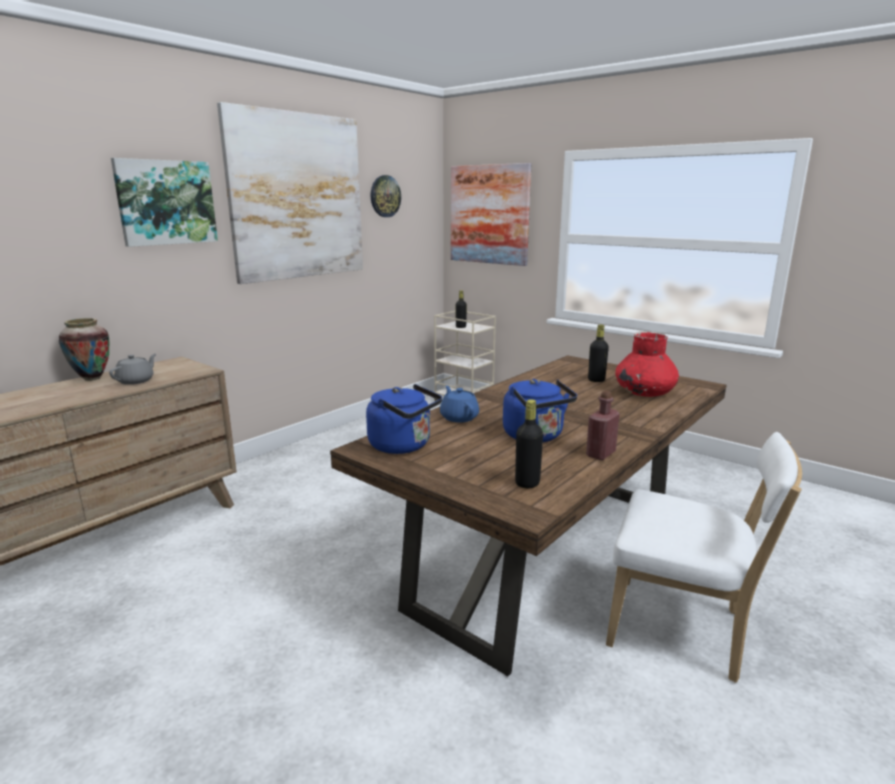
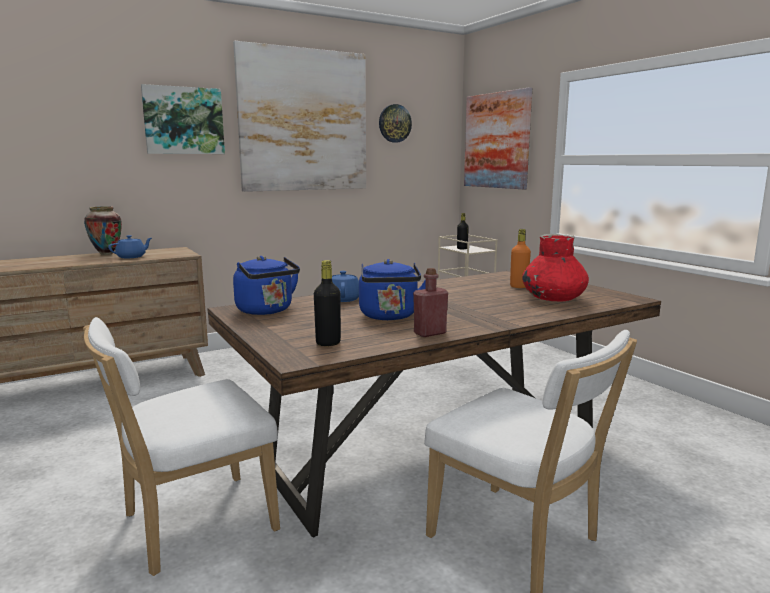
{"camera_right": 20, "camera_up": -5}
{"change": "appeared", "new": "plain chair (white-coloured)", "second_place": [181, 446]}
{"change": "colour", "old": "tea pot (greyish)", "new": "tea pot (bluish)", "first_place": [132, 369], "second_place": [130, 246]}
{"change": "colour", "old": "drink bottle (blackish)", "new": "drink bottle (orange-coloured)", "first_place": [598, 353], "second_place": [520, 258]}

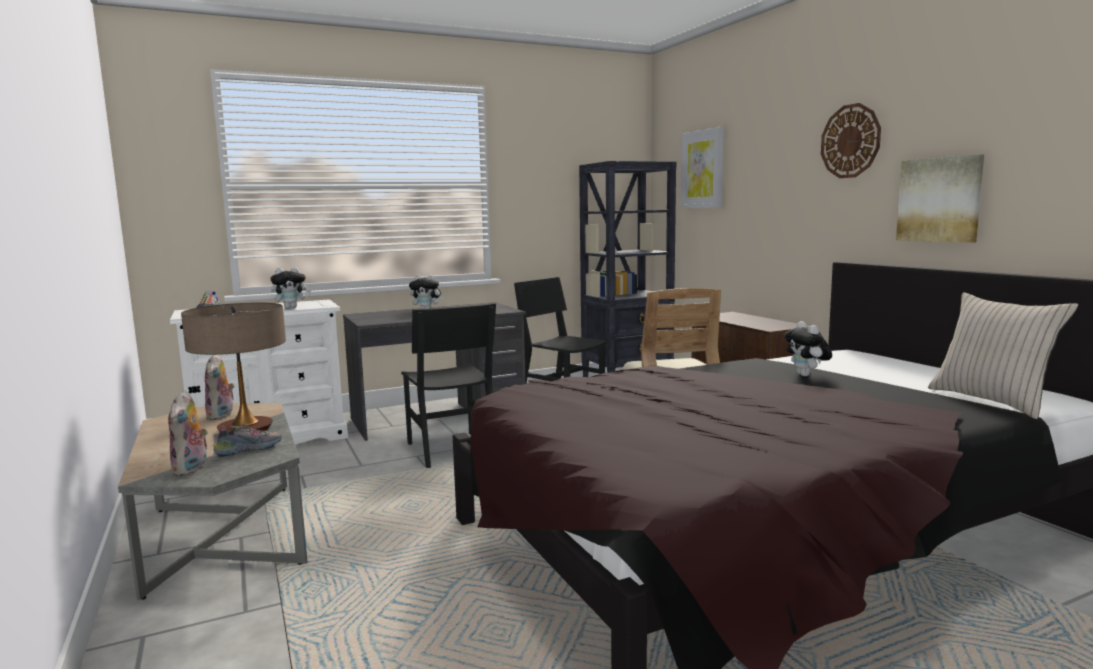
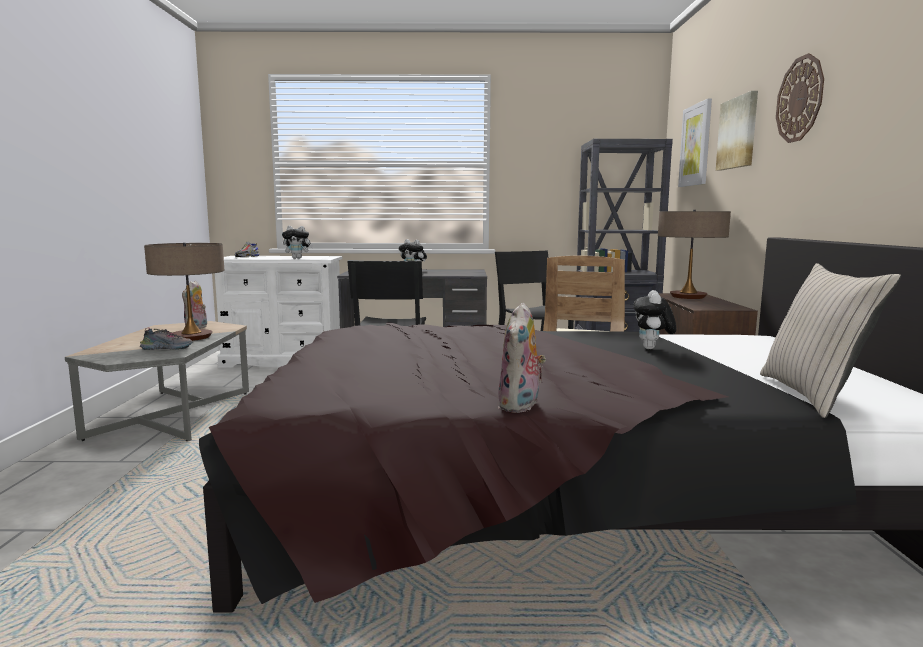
{"camera_right": 25, "camera_up": 0}
{"change": "relocated", "old": "plush toy", "first_place": [188, 433], "second_place": [522, 358]}
{"change": "appeared", "new": "tabletop lamp", "second_place": [694, 254]}
{"change": "relocated", "old": "wall art", "first_place": [940, 198], "second_place": [737, 130]}

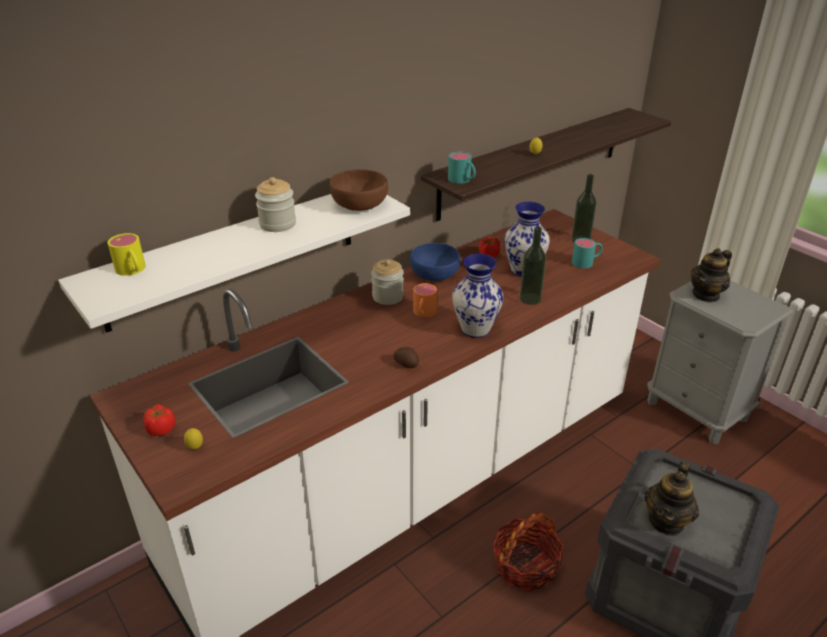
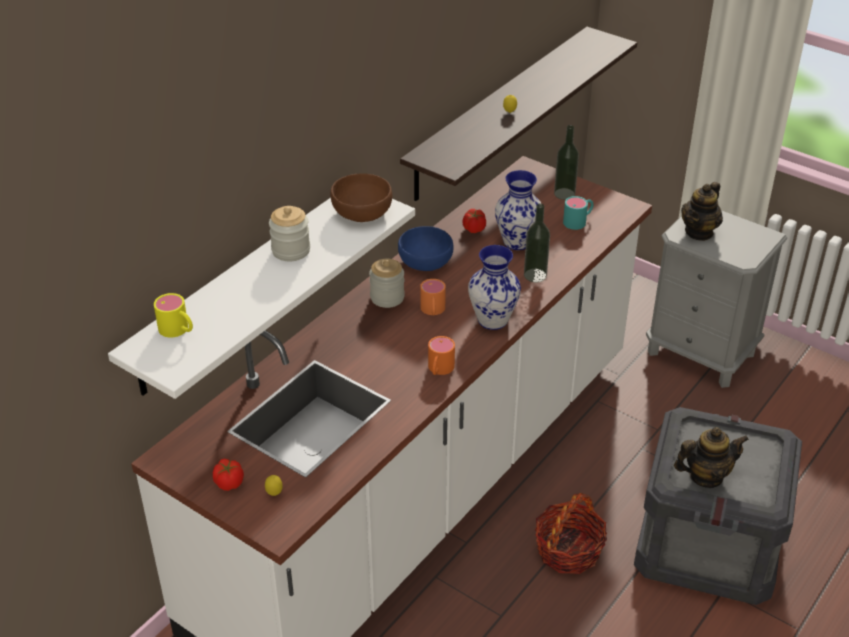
{"camera_right": -15, "camera_up": 5}
{"change": "exchanged", "old": "potato", "new": "mug (orange-coloured)", "first_place": [406, 357], "second_place": [441, 355]}
{"change": "spun", "old": "tea pot", "first_place": [672, 498], "second_place": [711, 457], "degrees": -120}
{"change": "missing", "old": "mug (blue-green)", "first_place": [462, 167]}

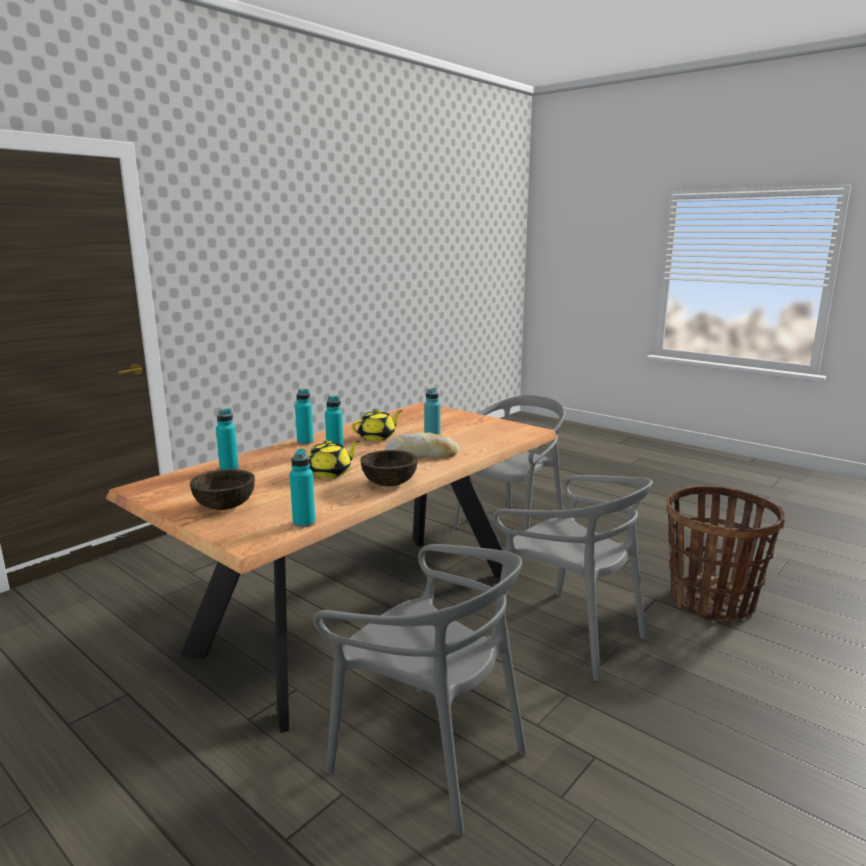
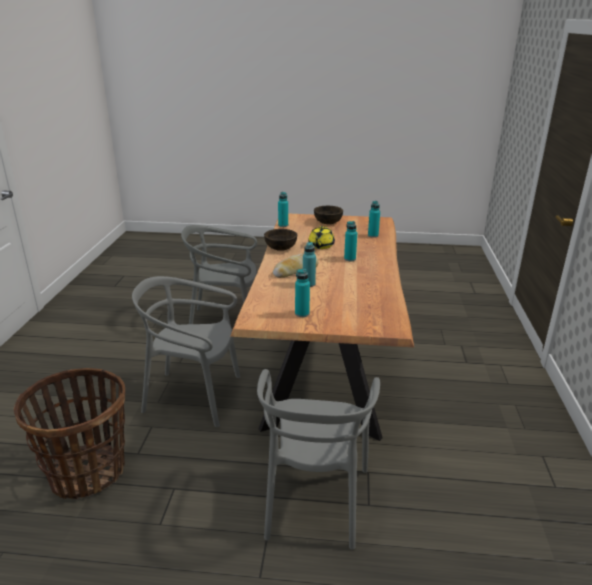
{"camera_right": 145, "camera_up": 10}
{"change": "relocated", "old": "drink bottle (blue-green)", "first_place": [304, 417], "second_place": [302, 293]}
{"change": "missing", "old": "tea pot (yellow)", "first_place": [377, 425]}

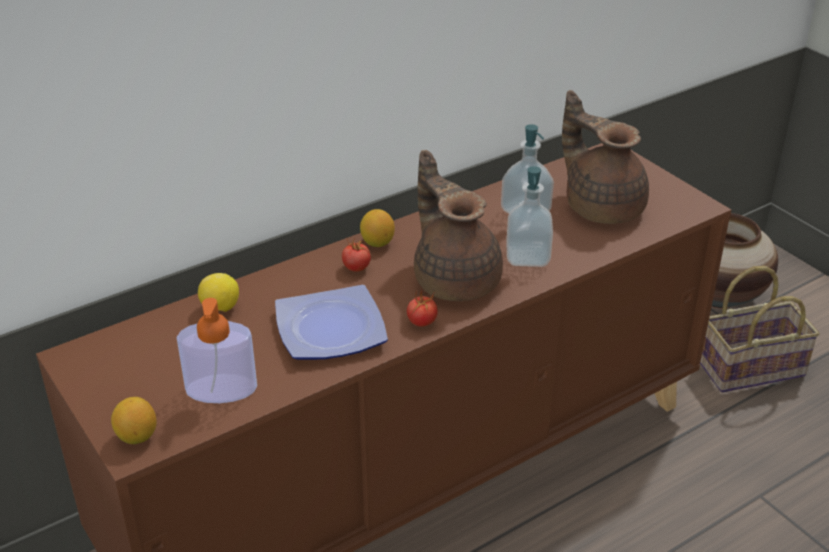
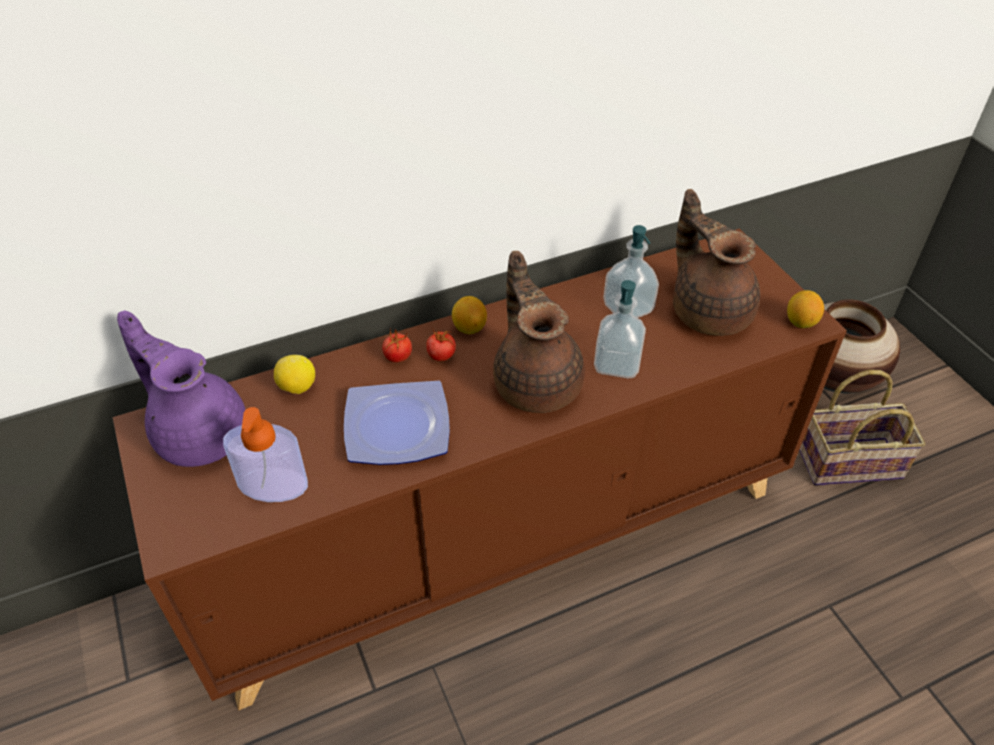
{"camera_right": 10, "camera_up": 10}
{"change": "appeared", "new": "tea pot (purple)", "second_place": [181, 389]}
{"change": "relocated", "old": "fresh tomato", "first_place": [422, 308], "second_place": [397, 345]}
{"change": "relocated", "old": "whole lemon", "first_place": [134, 420], "second_place": [805, 309]}

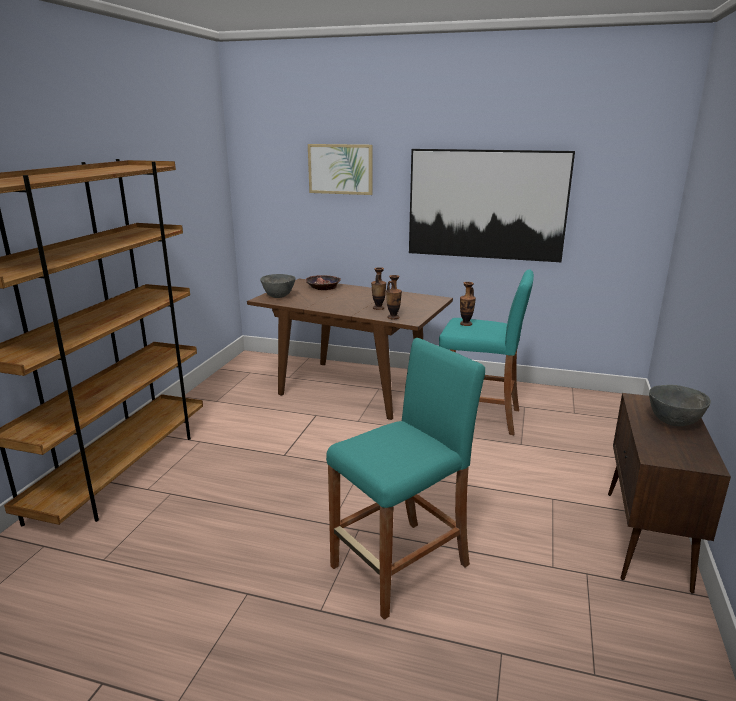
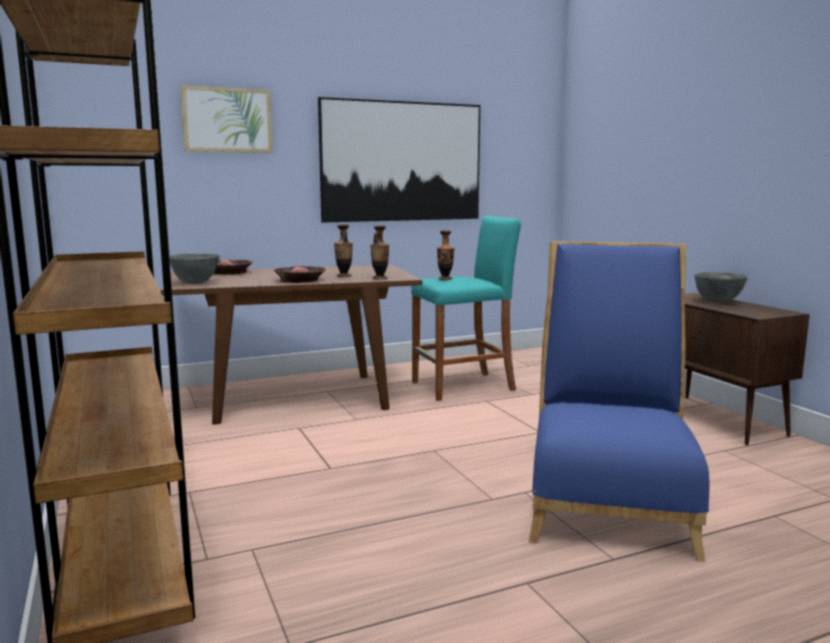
{"camera_right": -40, "camera_up": -10}
{"change": "appeared", "new": "deep dish", "second_place": [300, 274]}
{"change": "exchanged", "old": "stool (blue-green)", "new": "plain chair (bluish)", "first_place": [405, 479], "second_place": [619, 401]}

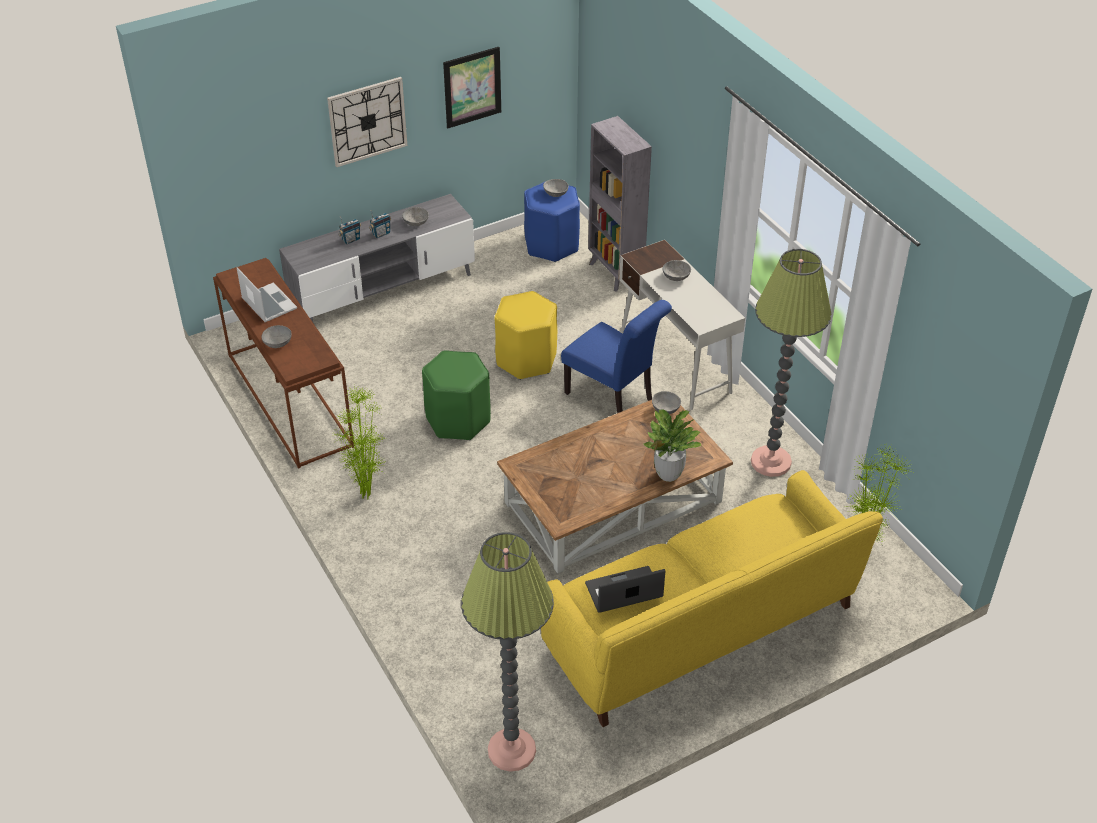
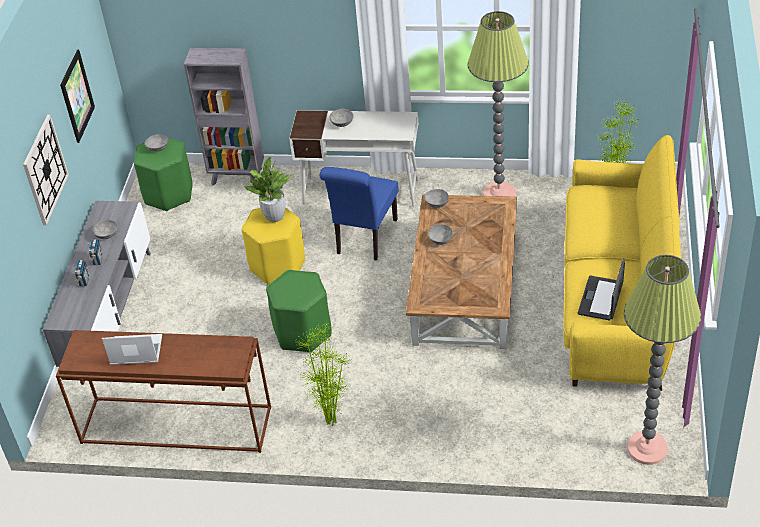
{"camera_right": -50, "camera_up": 0}
{"change": "colour", "old": "stool (bluish)", "new": "stool (green-coloured)", "first_place": [552, 221], "second_place": [163, 174]}
{"change": "relocated", "old": "potted plant", "first_place": [671, 445], "second_place": [267, 189]}
{"change": "spun", "old": "plain chair (bluish)", "first_place": [616, 356], "second_place": [359, 214], "degrees": 120}
{"change": "relocated", "old": "deep dish (greyish)", "first_place": [276, 336], "second_place": [440, 234]}

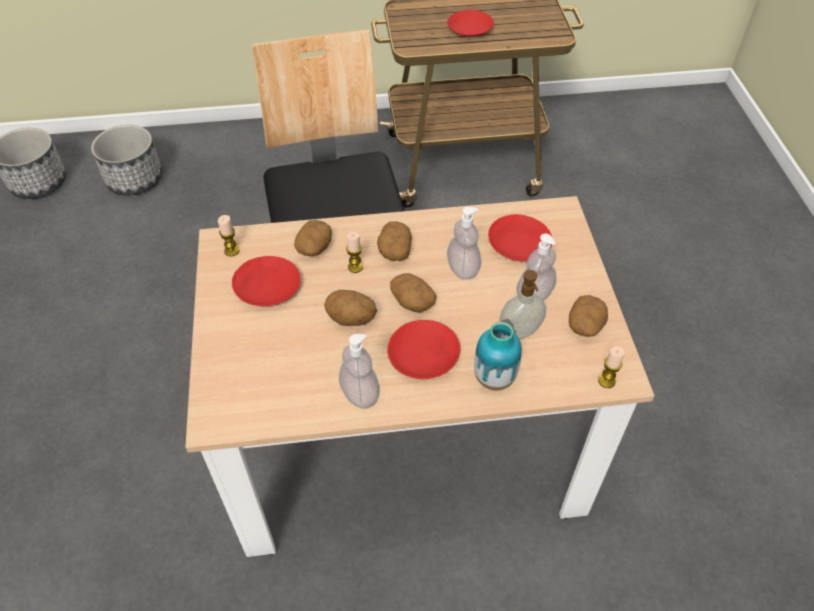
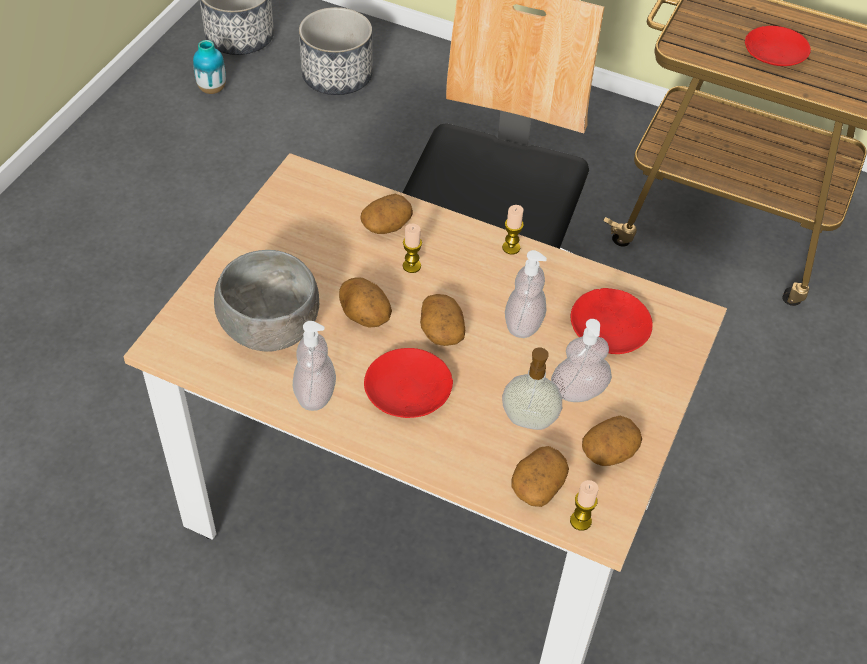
{"camera_right": 30, "camera_up": 0}
{"change": "relocated", "old": "vase", "first_place": [498, 356], "second_place": [209, 67]}
{"change": "appeared", "new": "deep dish (greyish)", "second_place": [266, 301]}
{"change": "relocated", "old": "wax candle", "first_place": [229, 235], "second_place": [513, 229]}
{"change": "relocated", "old": "potato", "first_place": [394, 241], "second_place": [540, 476]}
{"change": "missing", "old": "plate (red-coloured)", "first_place": [266, 281]}

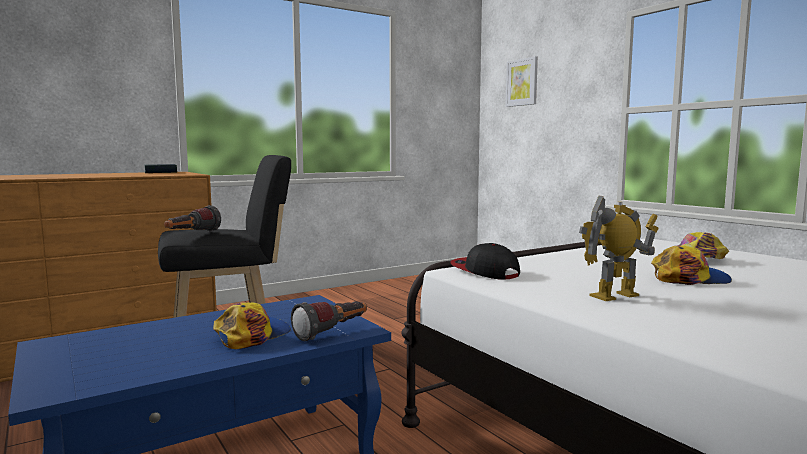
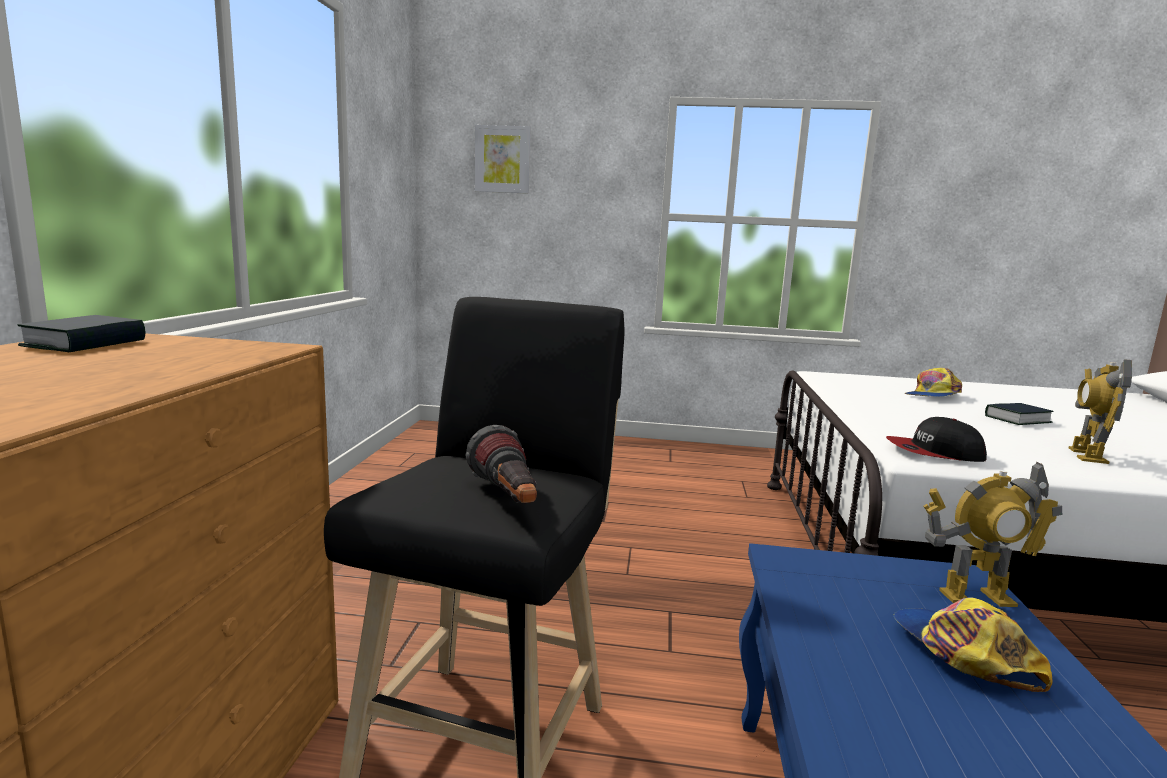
{"camera_right": -50, "camera_up": 5}
{"change": "exchanged", "old": "flashlight", "new": "model robot", "first_place": [329, 321], "second_place": [993, 534]}
{"change": "exchanged", "old": "baseball cap", "new": "book", "first_place": [691, 265], "second_place": [1019, 414]}

